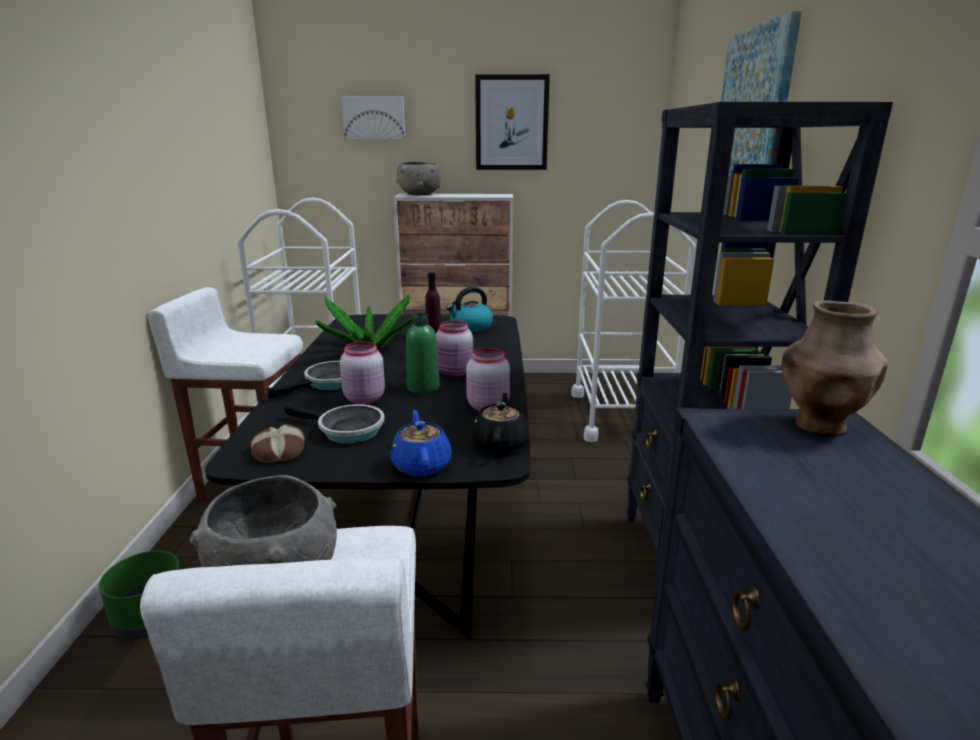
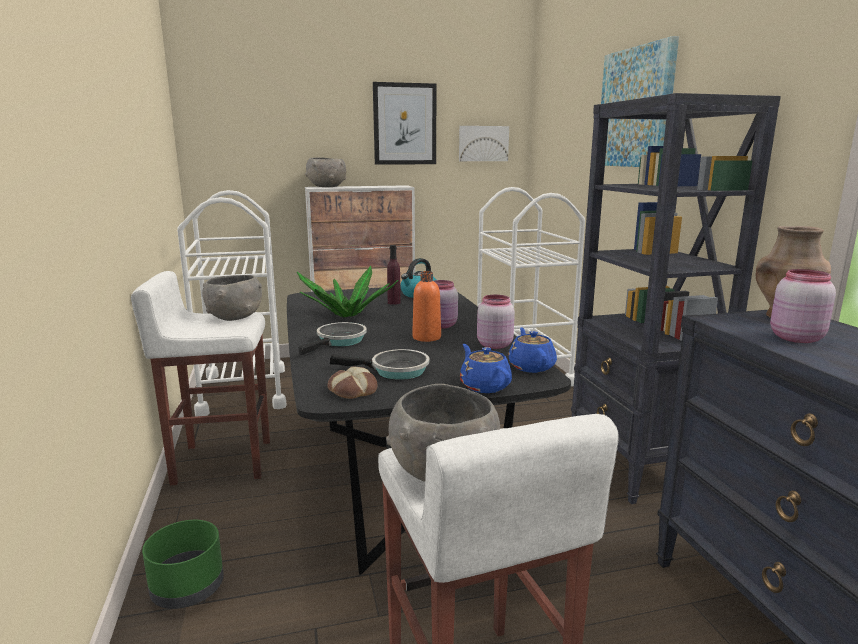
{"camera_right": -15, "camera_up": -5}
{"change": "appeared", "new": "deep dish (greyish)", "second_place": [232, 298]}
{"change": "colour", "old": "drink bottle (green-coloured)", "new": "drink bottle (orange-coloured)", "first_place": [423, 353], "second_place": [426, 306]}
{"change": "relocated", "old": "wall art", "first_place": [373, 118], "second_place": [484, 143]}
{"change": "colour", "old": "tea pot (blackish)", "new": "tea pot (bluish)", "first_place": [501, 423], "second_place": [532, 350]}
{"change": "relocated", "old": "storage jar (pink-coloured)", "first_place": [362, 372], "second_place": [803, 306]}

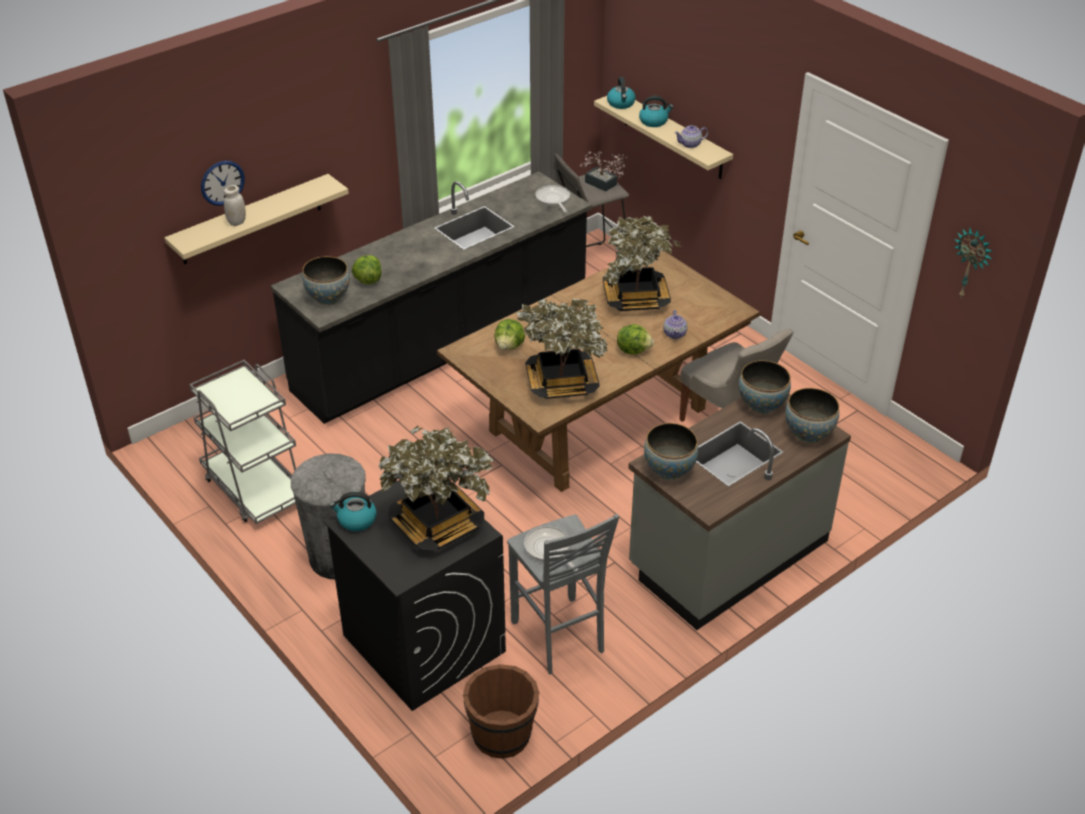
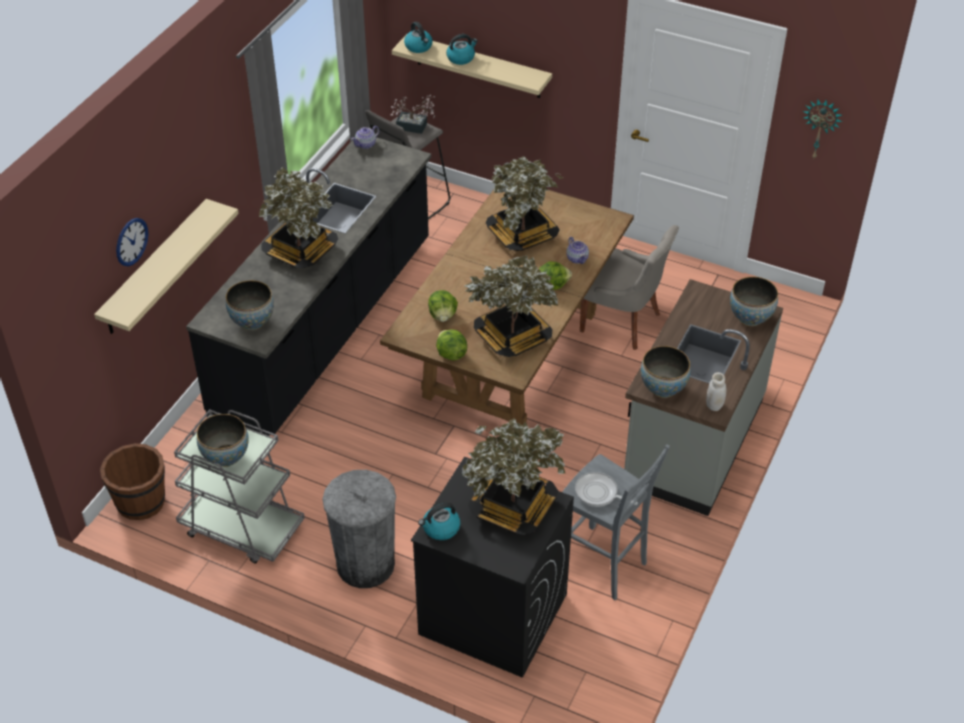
{"camera_right": -25, "camera_up": 5}
{"change": "relocated", "old": "bucket (brown-coloured)", "first_place": [501, 711], "second_place": [132, 481]}
{"change": "relocated", "old": "deep dish", "first_place": [765, 387], "second_place": [223, 440]}
{"change": "appeared", "new": "potted plant", "second_place": [298, 217]}
{"change": "relocated", "old": "tea pot", "first_place": [691, 136], "second_place": [365, 137]}
{"change": "relocated", "old": "lettuce", "first_place": [366, 270], "second_place": [451, 344]}
{"change": "relocated", "old": "storage jar (white-coloured)", "first_place": [235, 205], "second_place": [716, 391]}
{"change": "missing", "old": "frying pan", "first_place": [552, 199]}

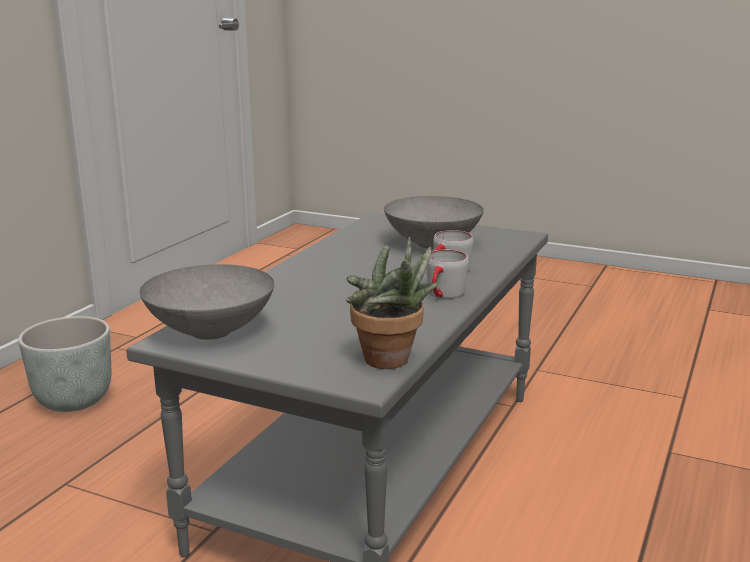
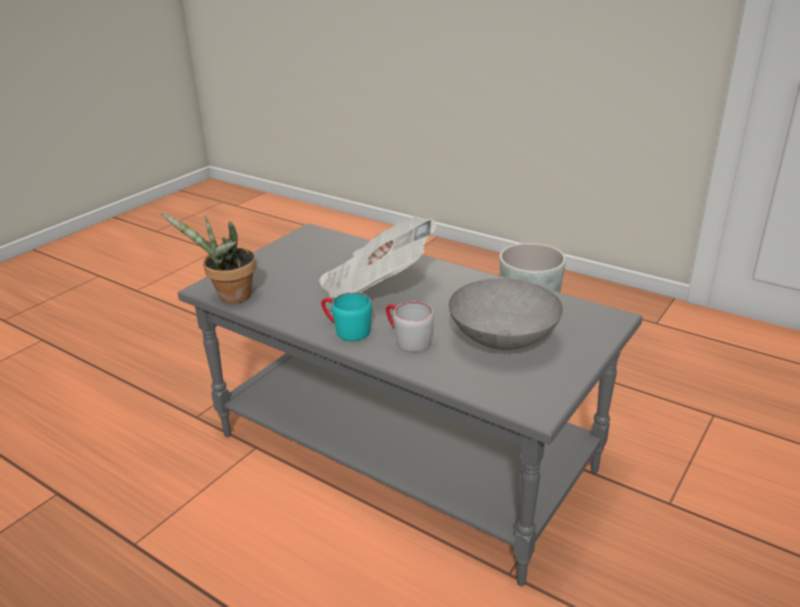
{"camera_right": 100, "camera_up": 10}
{"change": "appeared", "new": "daily paper", "second_place": [378, 257]}
{"change": "colour", "old": "mug (greyish)", "new": "mug (blue-green)", "first_place": [447, 274], "second_place": [346, 316]}
{"change": "missing", "old": "deep dish (greyish)", "first_place": [206, 302]}

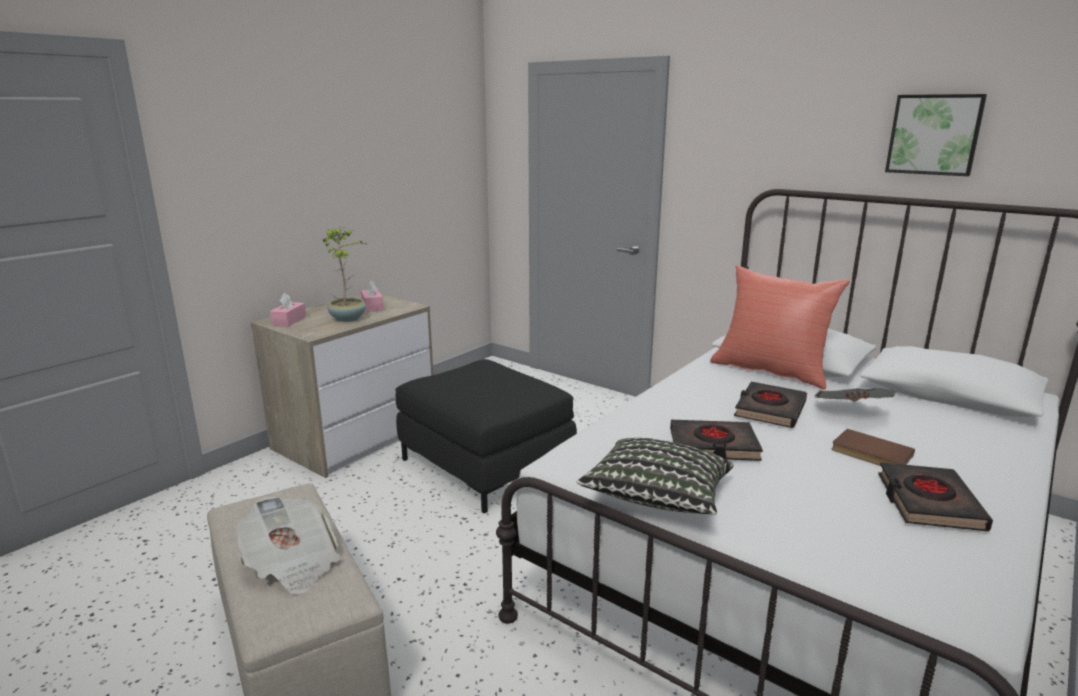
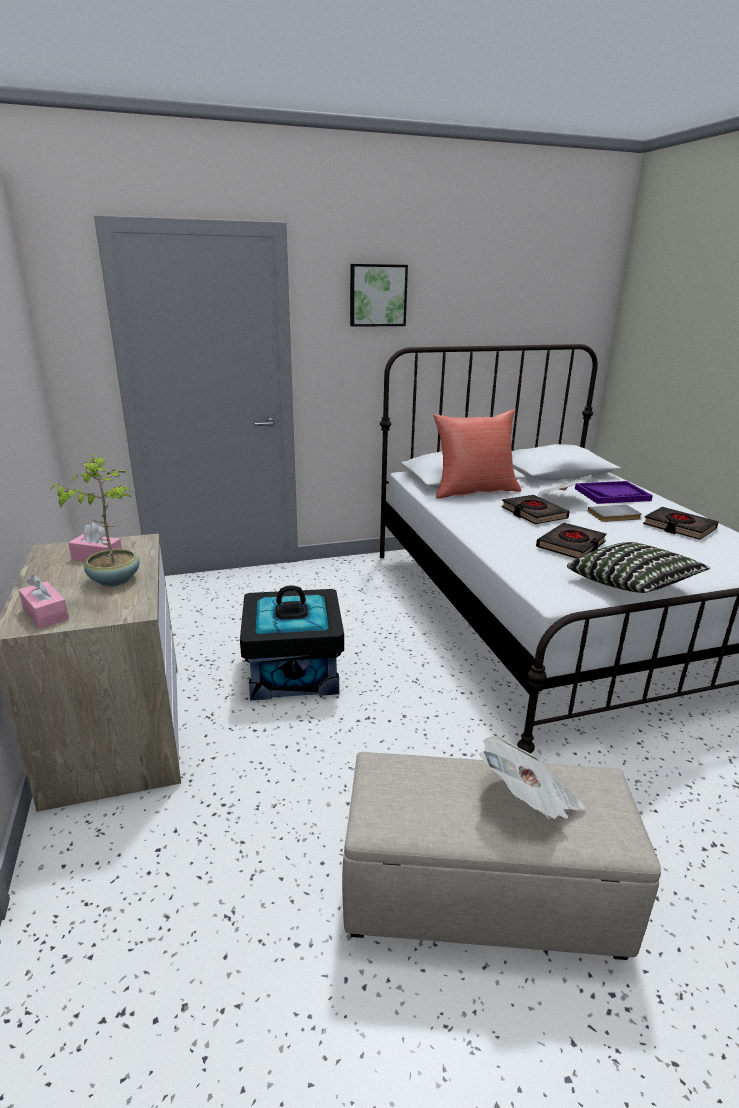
{"camera_right": -55, "camera_up": 5}
{"change": "exchanged", "old": "footrest (blackish)", "new": "storage box (blackish)", "first_place": [486, 436], "second_place": [292, 642]}
{"change": "relocated", "old": "wall art", "first_place": [936, 135], "second_place": [379, 295]}
{"change": "appeared", "new": "serving tray (purple)", "second_place": [614, 492]}
{"change": "colour", "old": "book (brown-coloured)", "new": "book (greyish)", "first_place": [873, 447], "second_place": [614, 513]}

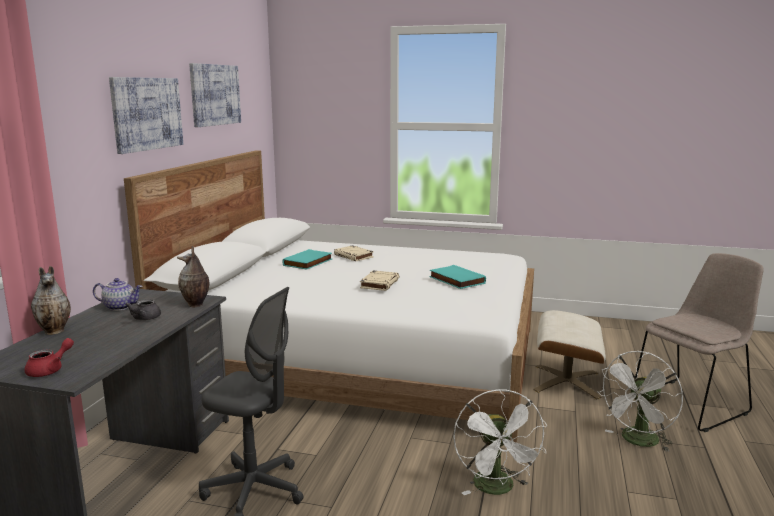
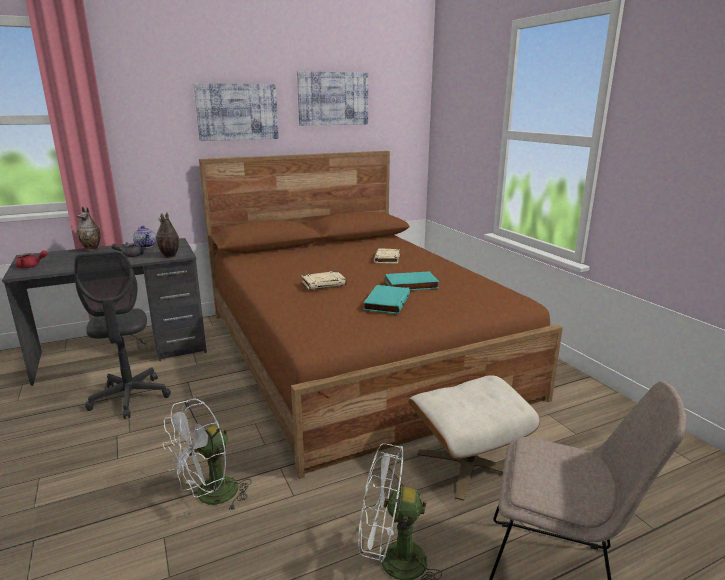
{"camera_right": 50, "camera_up": 5}
{"change": "colour", "old": "bed (white-coloured)", "new": "bed (brown-coloured)", "first_place": [329, 296], "second_place": [381, 315]}
{"change": "relocated", "old": "book (blue-green)", "first_place": [307, 259], "second_place": [412, 281]}

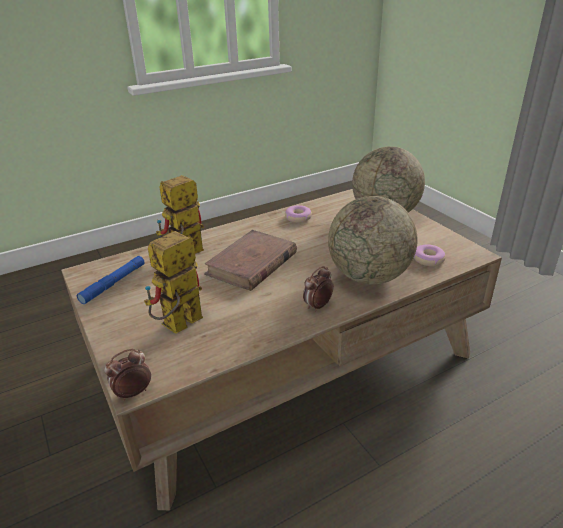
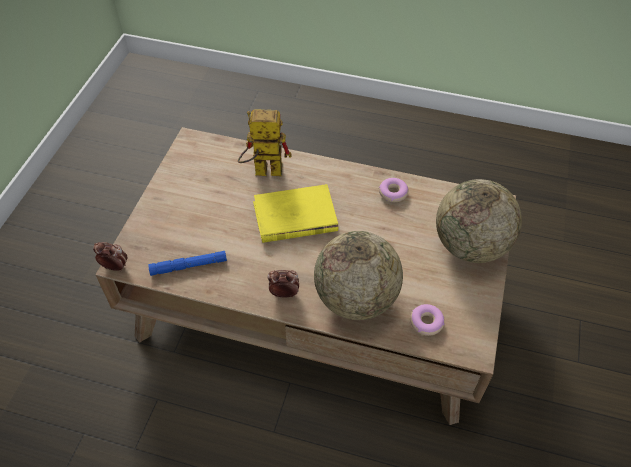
{"camera_right": 45, "camera_up": 20}
{"change": "relocated", "old": "flashlight (bluish)", "first_place": [111, 280], "second_place": [187, 263]}
{"change": "colour", "old": "book (brown-coloured)", "new": "book (yellow)", "first_place": [250, 260], "second_place": [295, 213]}
{"change": "missing", "old": "model robot", "first_place": [173, 282]}

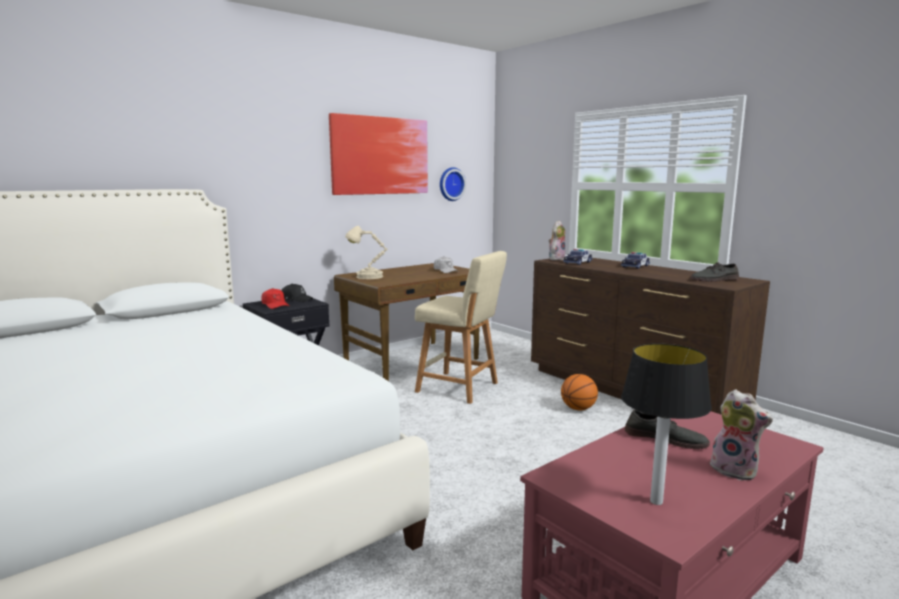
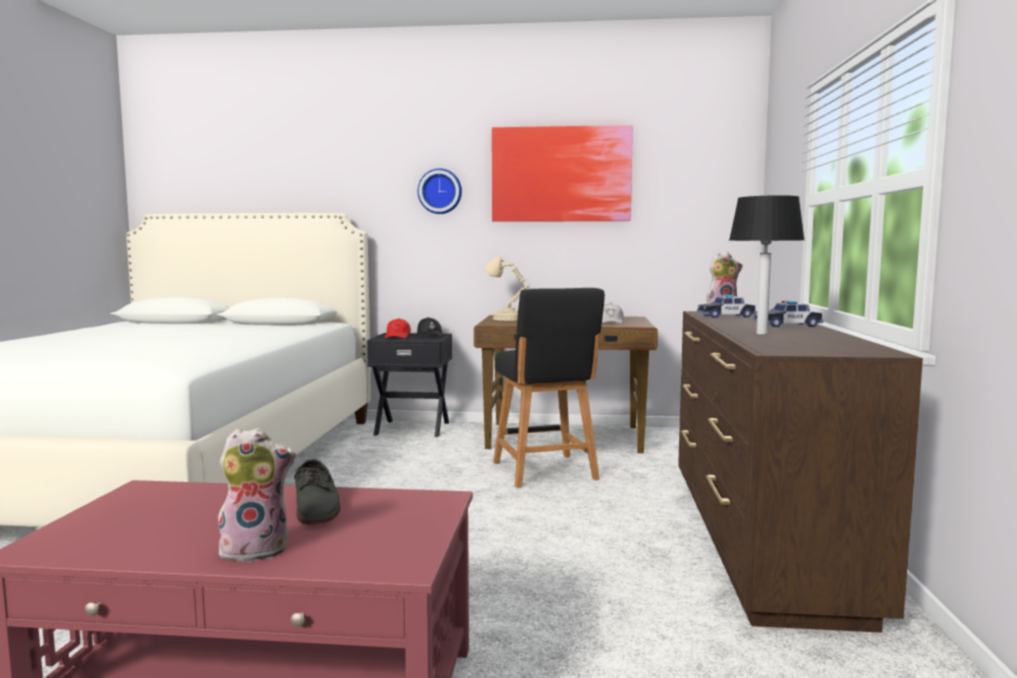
{"camera_right": 45, "camera_up": -5}
{"change": "spun", "old": "plush toy", "first_place": [741, 435], "second_place": [256, 495], "degrees": -105}
{"change": "relocated", "old": "clock on the wall", "first_place": [453, 184], "second_place": [440, 191]}
{"change": "colour", "old": "stool (beige-coloured)", "new": "stool (blackish)", "first_place": [461, 327], "second_place": [549, 388]}
{"change": "relocated", "old": "tabletop lamp", "first_place": [666, 424], "second_place": [767, 265]}
{"change": "missing", "old": "ball for basketball", "first_place": [579, 392]}
{"change": "missing", "old": "low shoe (greyish)", "first_place": [714, 272]}

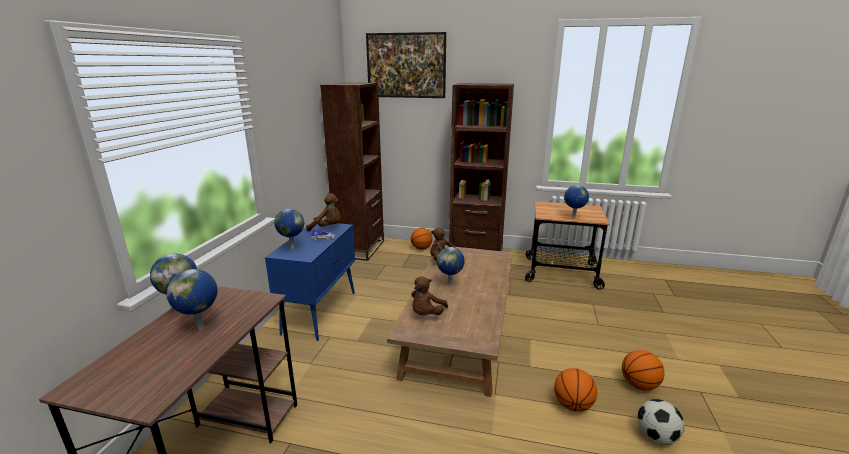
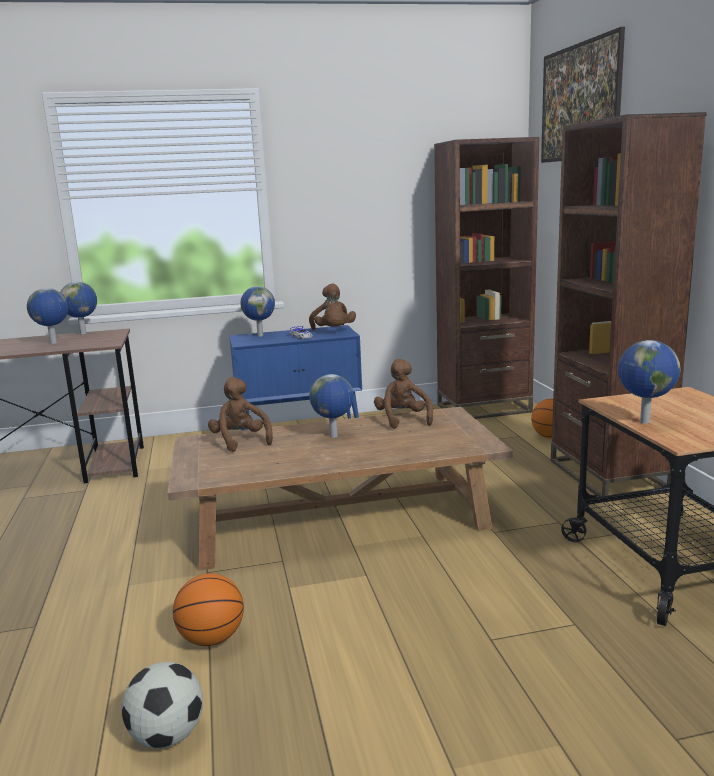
{"camera_right": 65, "camera_up": -5}
{"change": "spun", "old": "plush toy (brown-coloured)", "first_place": [429, 295], "second_place": [240, 414], "degrees": 60}
{"change": "missing", "old": "ball for basketball", "first_place": [643, 370]}

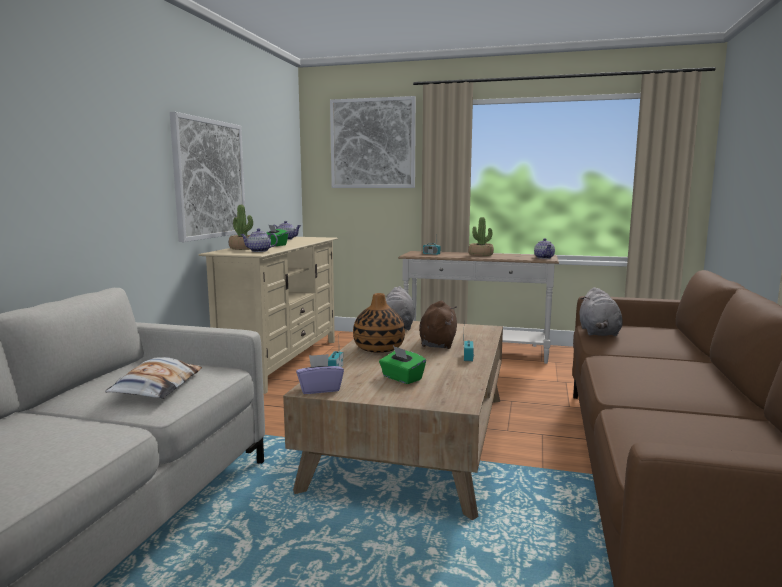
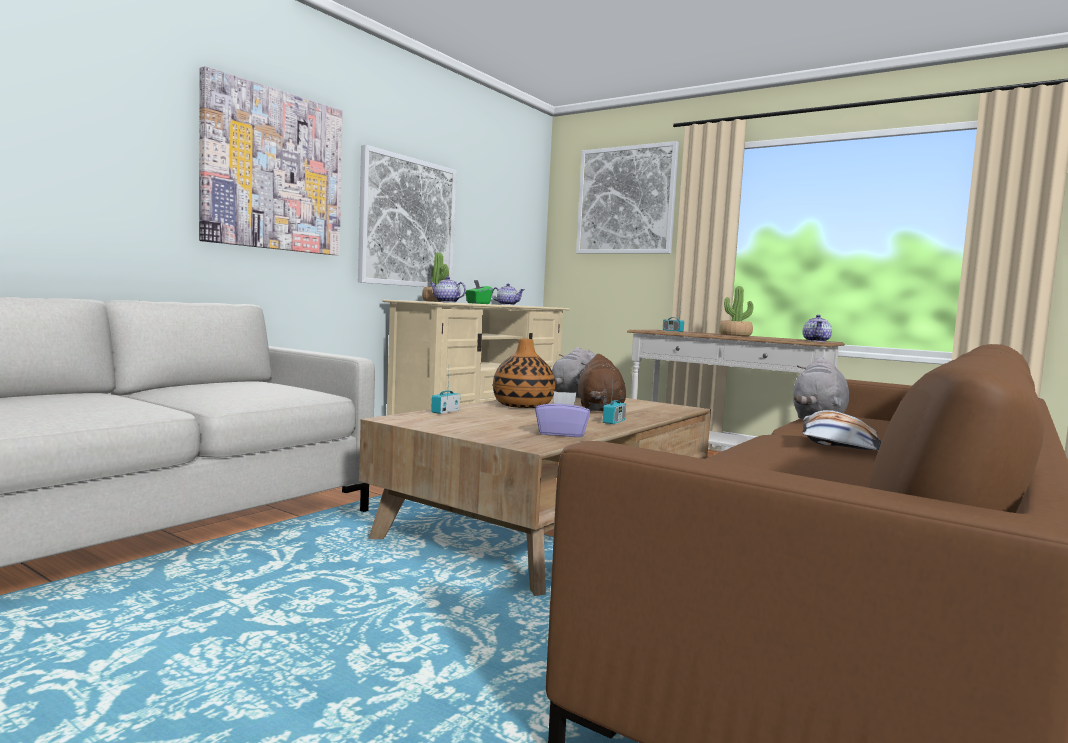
{"camera_right": 20, "camera_up": -5}
{"change": "appeared", "new": "wall art", "second_place": [271, 160]}
{"change": "relocated", "old": "box of tissues (purple)", "first_place": [320, 374], "second_place": [562, 414]}
{"change": "spun", "old": "plush toy (brown-coloured)", "first_place": [438, 324], "second_place": [602, 382], "degrees": 150}
{"change": "relocated", "old": "cushion", "first_place": [153, 378], "second_place": [841, 430]}
{"change": "missing", "old": "box of tissues (green-coloured)", "first_place": [402, 365]}

